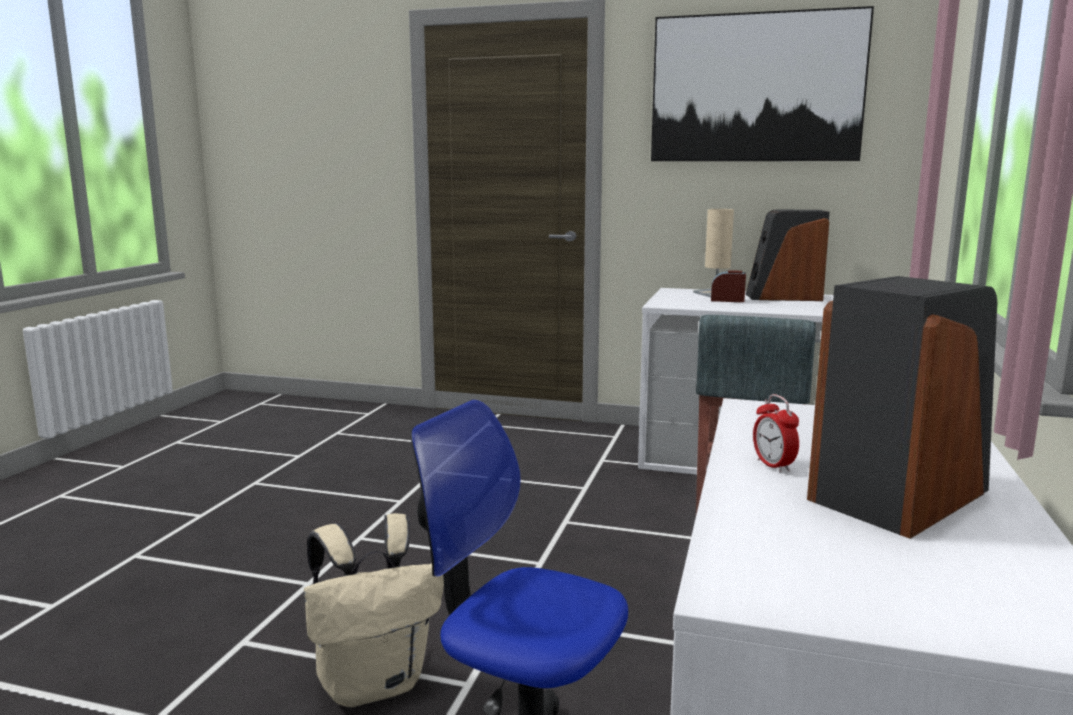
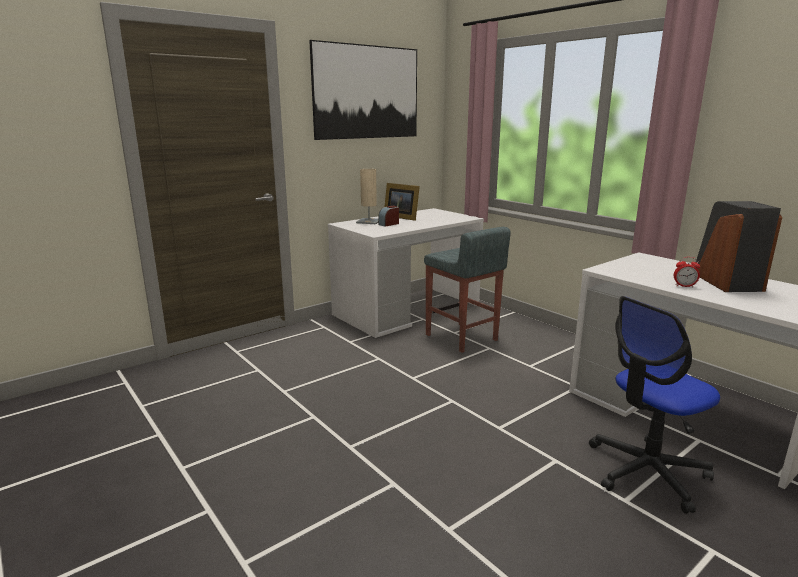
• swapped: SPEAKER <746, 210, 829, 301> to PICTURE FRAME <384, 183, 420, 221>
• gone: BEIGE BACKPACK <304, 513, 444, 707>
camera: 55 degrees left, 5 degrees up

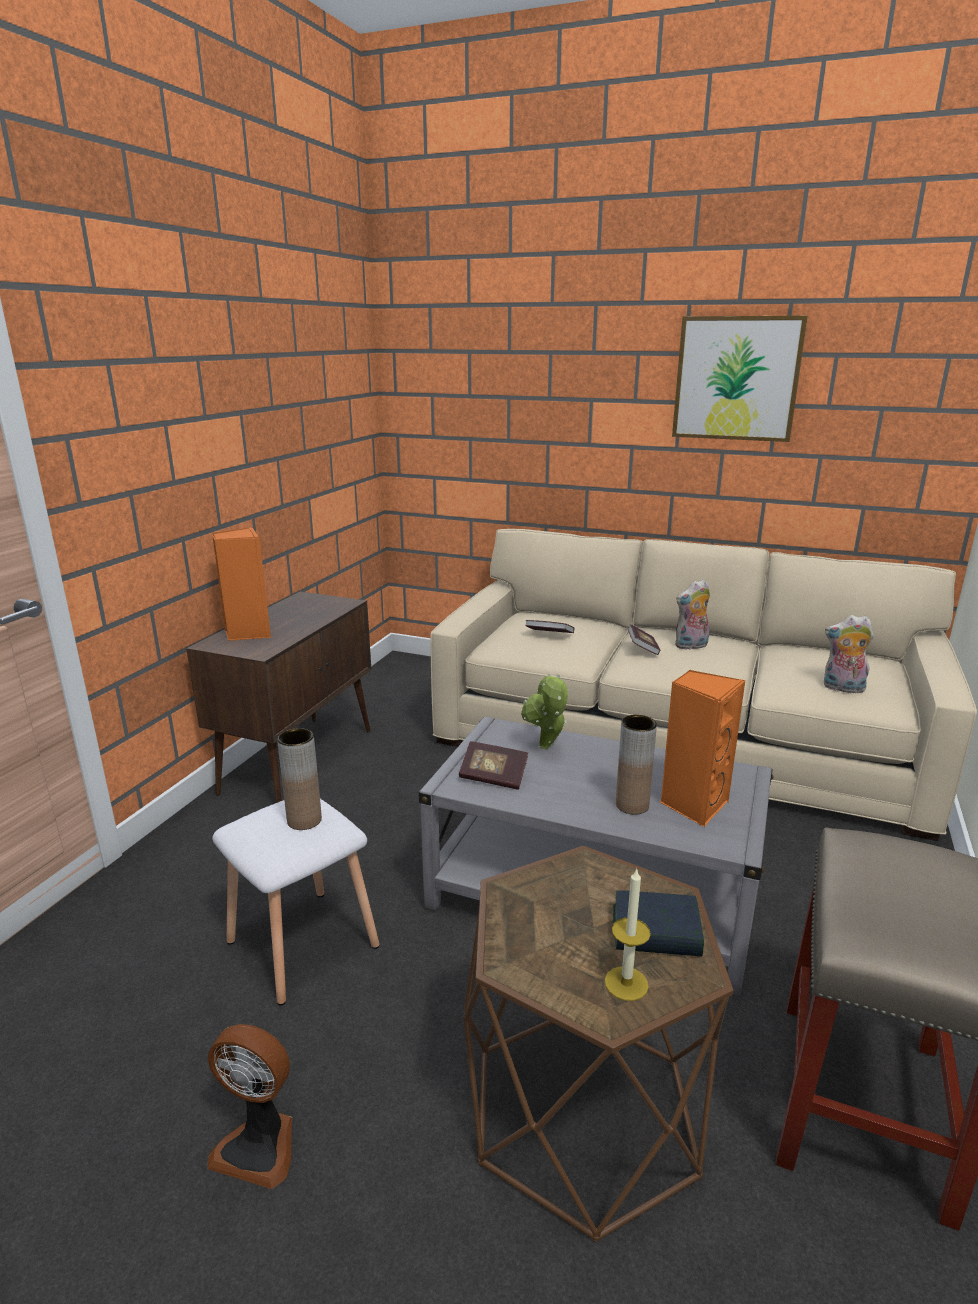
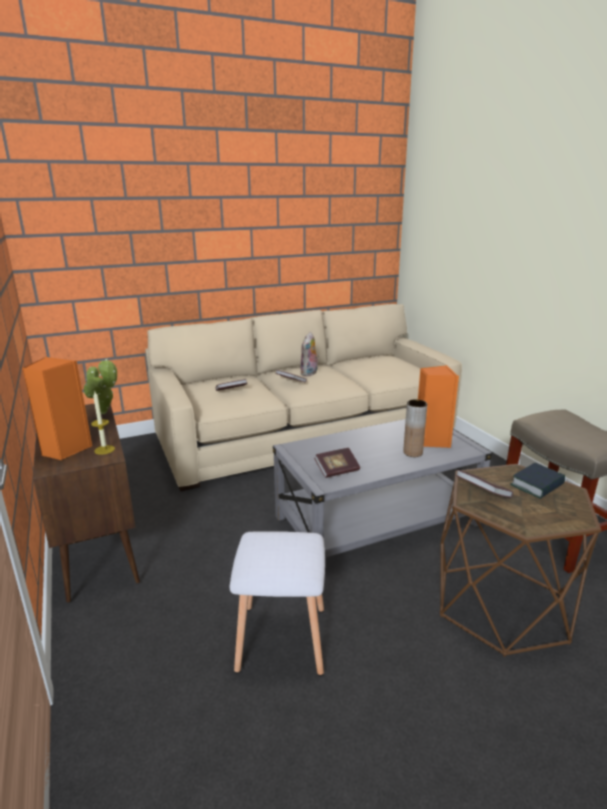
• shifted: POTTED PLANT <521, 674, 569, 749> to <84, 359, 117, 414>
• shifted: CANDLE <605, 867, 651, 1001> to <91, 392, 115, 455>
• new: BOOK <456, 470, 513, 498>
• gone: FAN <208, 1024, 292, 1189>
• gone: BROWN VASE <277, 728, 322, 830>
• gone: PICTURE <672, 316, 808, 442>
• gone: PLUSH TOY <824, 615, 874, 695>
camera: 45 degrees left, 0 degrees up

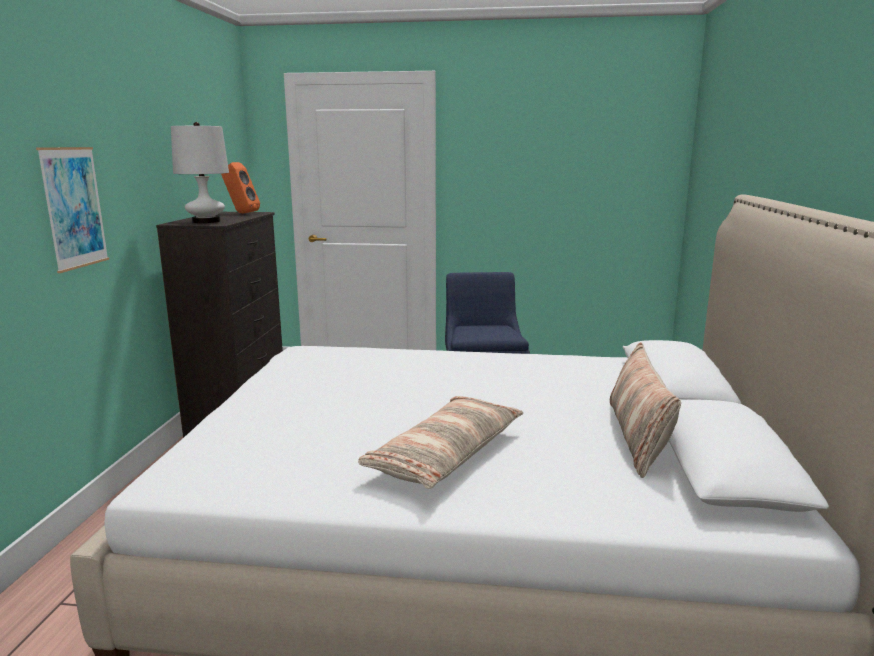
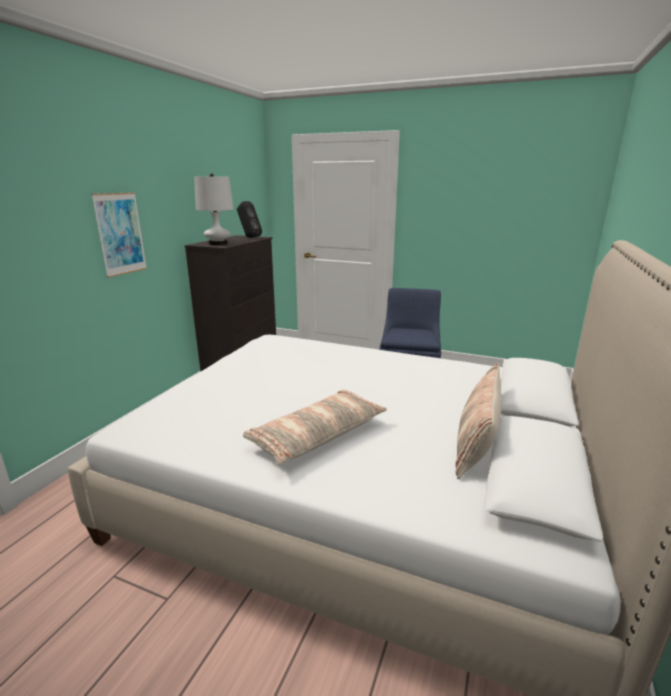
• repainted: ORANGE SPEAKER <221, 162, 260, 213> to BLACK SPEAKER <237, 201, 262, 238>
camera: 15 degrees right, 5 degrees up

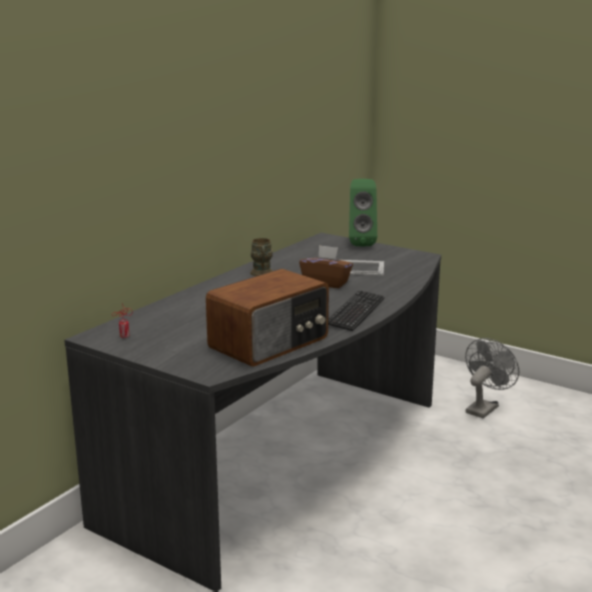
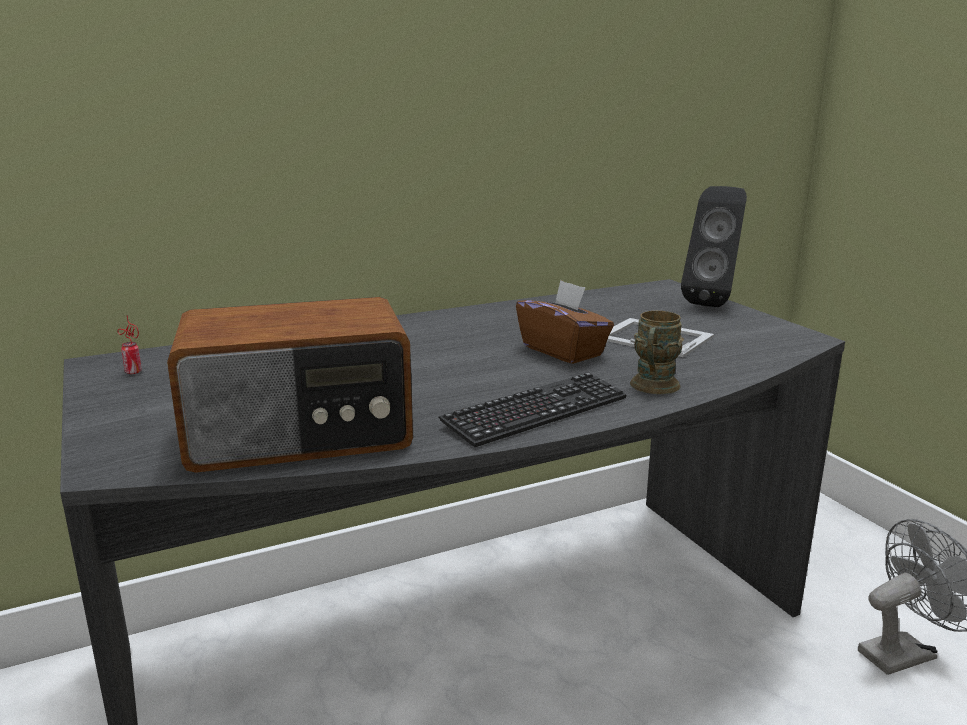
• shifted: BROWN MUG <250, 238, 273, 276> to <630, 311, 684, 394>
• repainted: GREEN SPEAKER <349, 179, 377, 246> to BLACK SPEAKER <681, 186, 747, 307>
camera: 30 degrees right, 0 degrees up

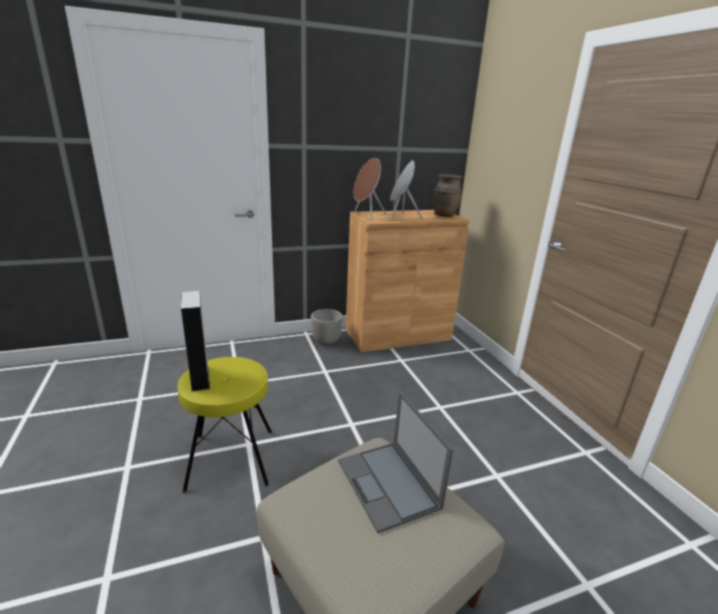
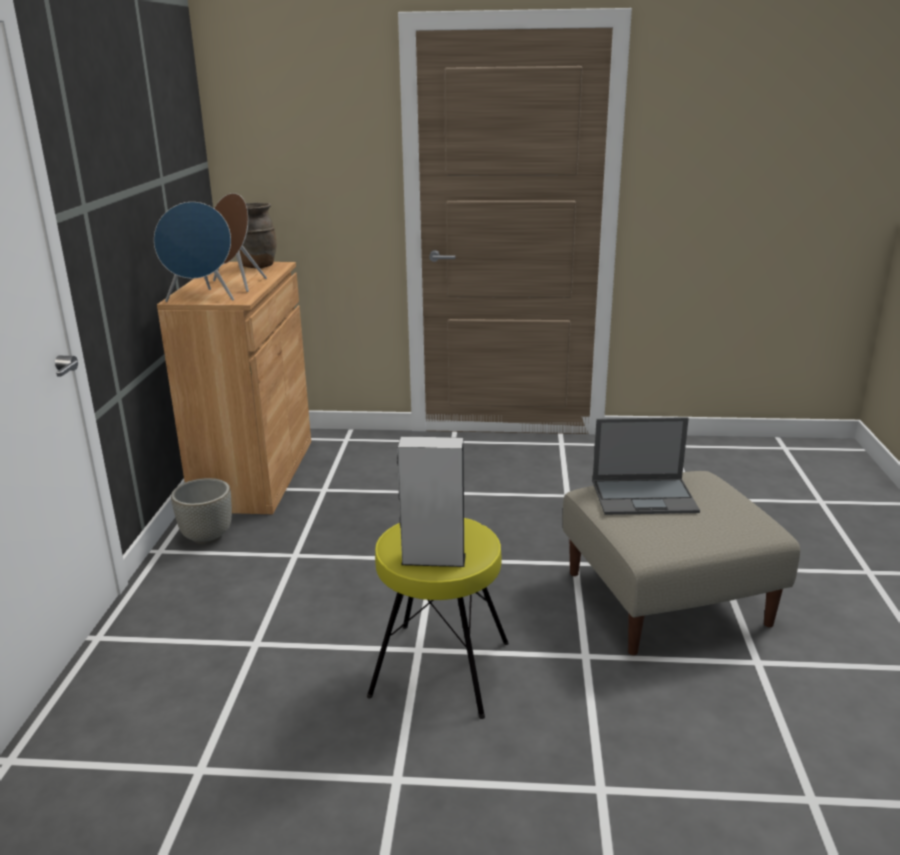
• repainted: BROWN SPEAKER <353, 158, 386, 220> to BLUE SPEAKER <154, 202, 234, 302>
camera: 65 degrees left, 0 degrees up

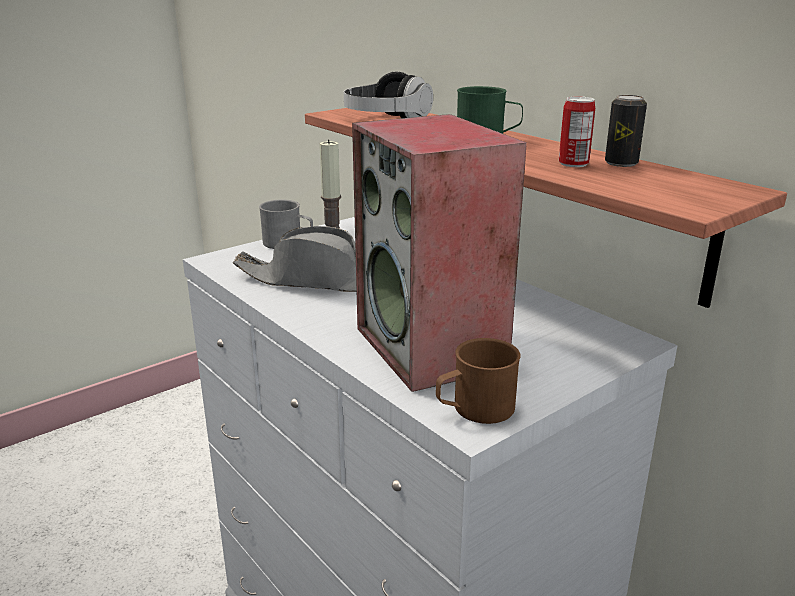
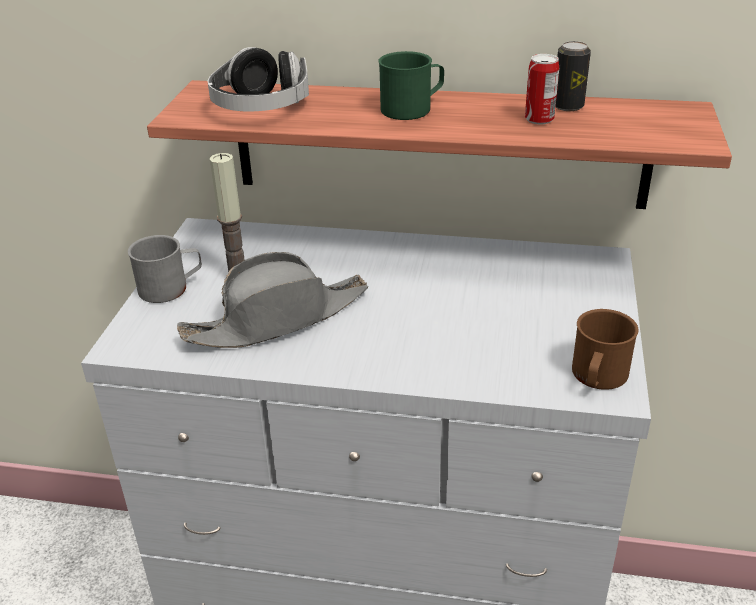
• gone: SPEAKER <352, 114, 527, 392>
camera: 40 degrees left, 10 degrees up

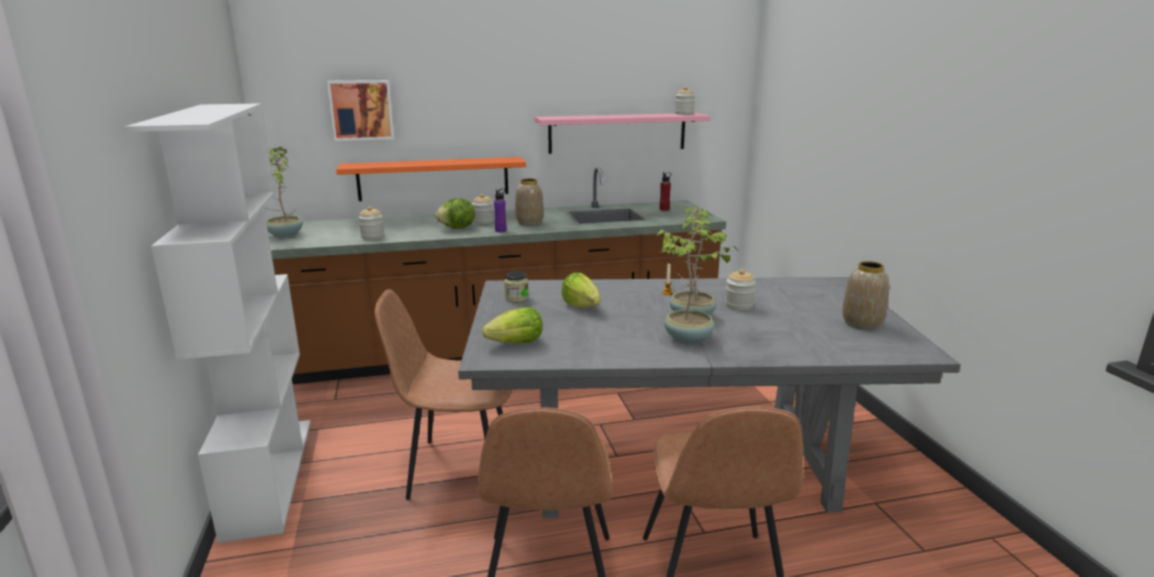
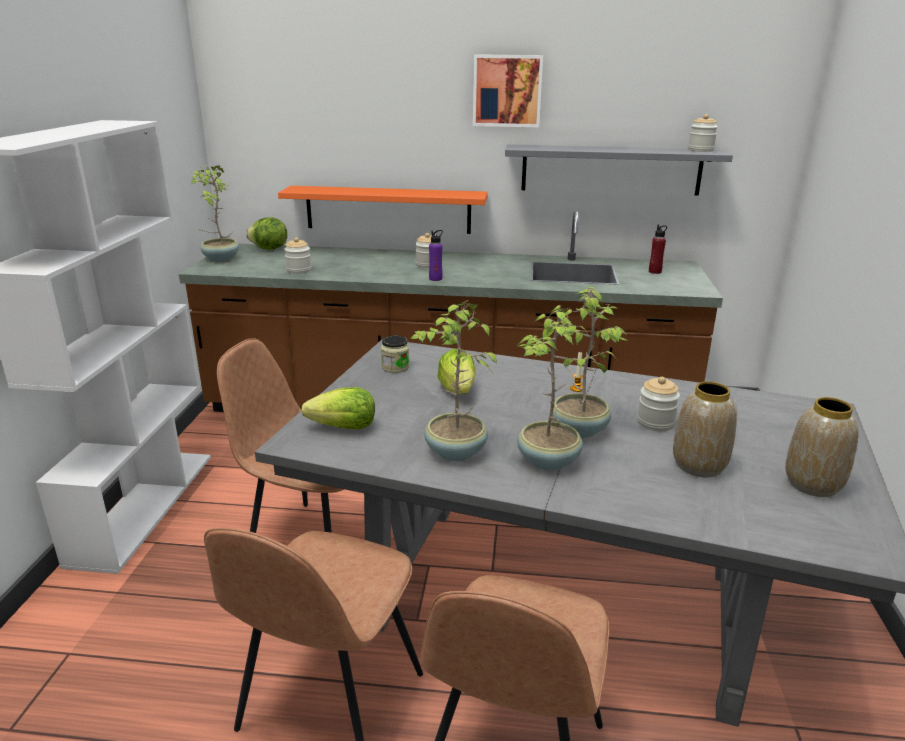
• shifted: LETTUCE <435, 198, 475, 229> to <246, 217, 287, 250>
• new: POTTED PLANT <410, 300, 497, 461>
• shifted: PICTURE <327, 80, 394, 141> to <473, 54, 543, 127>
• repainted: PINK SHELF <534, 113, 711, 154> to GREY SHELF <505, 144, 733, 196>
• shifted: VASE <515, 178, 544, 226> to <673, 381, 737, 477>
camera: 20 degrees right, 5 degrees up

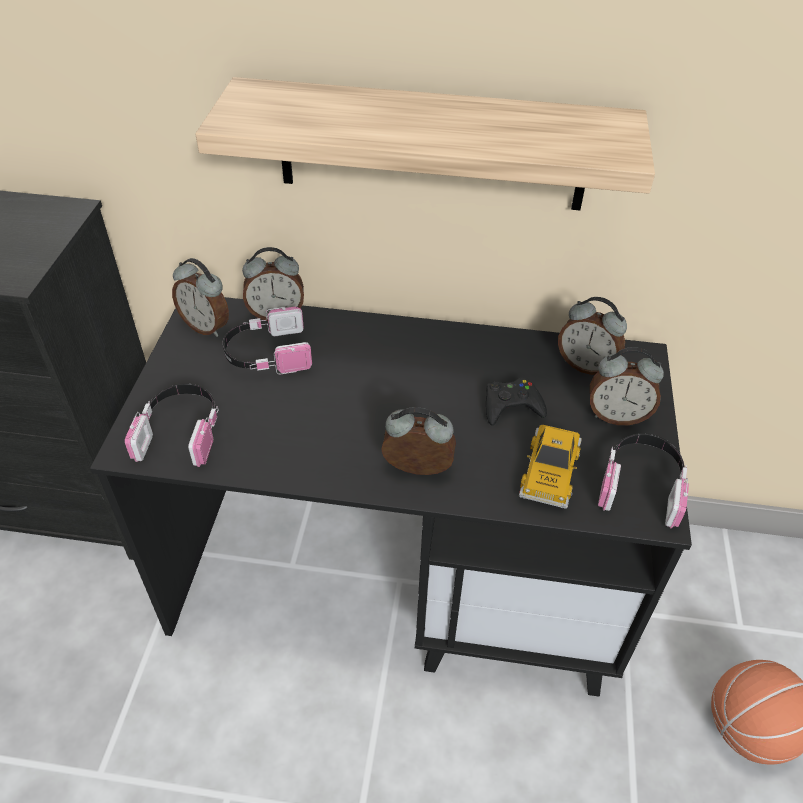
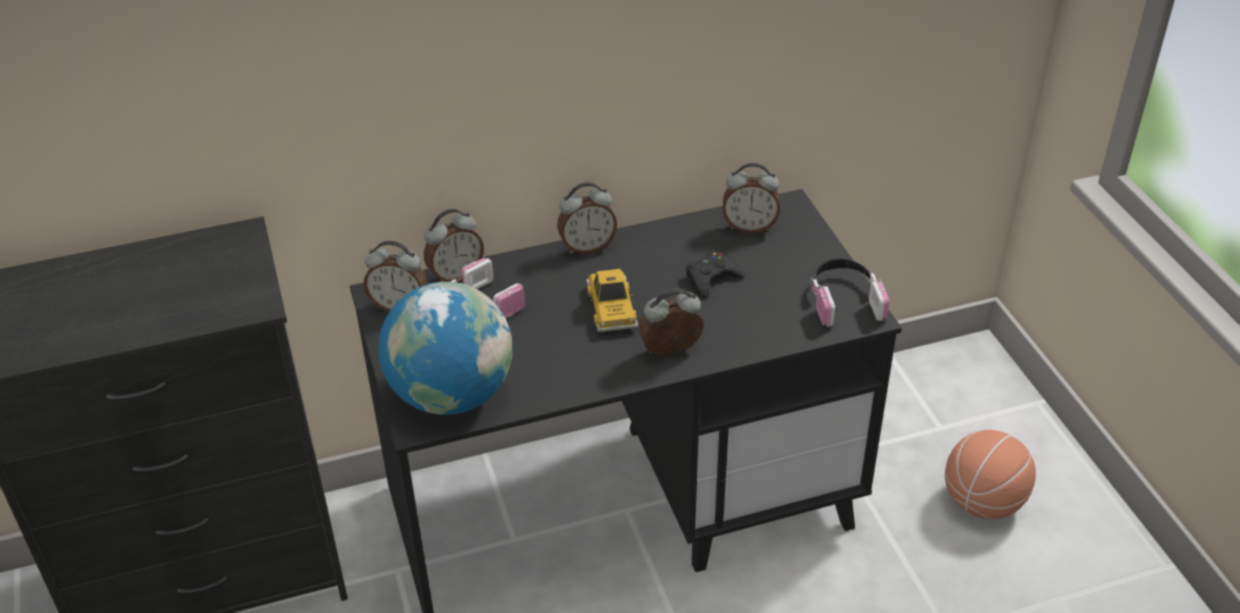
• swapped: HEADPHONES <125, 383, 219, 467> to GLOBE <378, 282, 512, 415>
• shifted: ALARM CLOCK <590, 347, 664, 425> to <557, 182, 617, 254>
• shifted: TOY CAR <519, 424, 582, 509> to <586, 269, 638, 332>
• gone: SHELF <195, 77, 655, 210>
camera: 25 degrees left, 5 degrees down

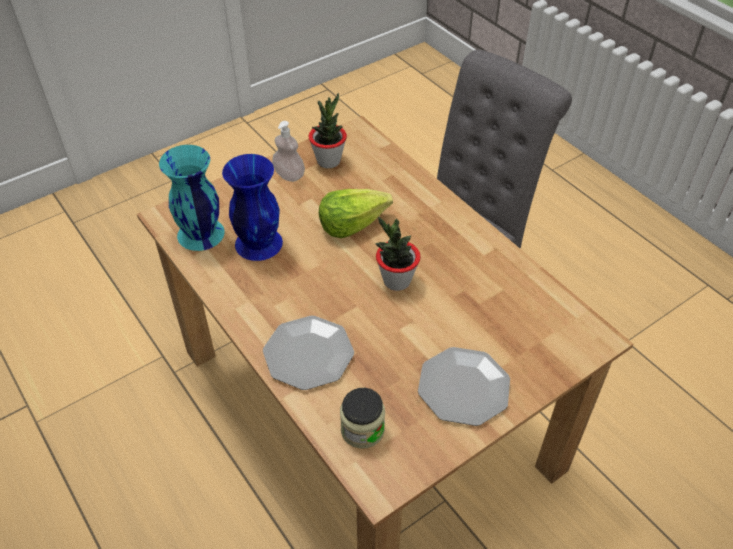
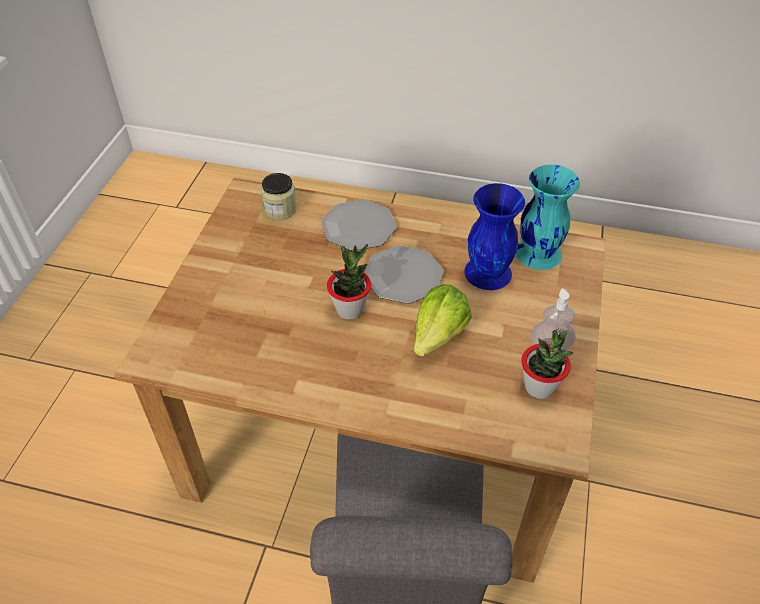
• shifted: PLATE <418, 347, 510, 426> to <364, 245, 444, 304>
camera: 140 degrees right, 0 degrees up

